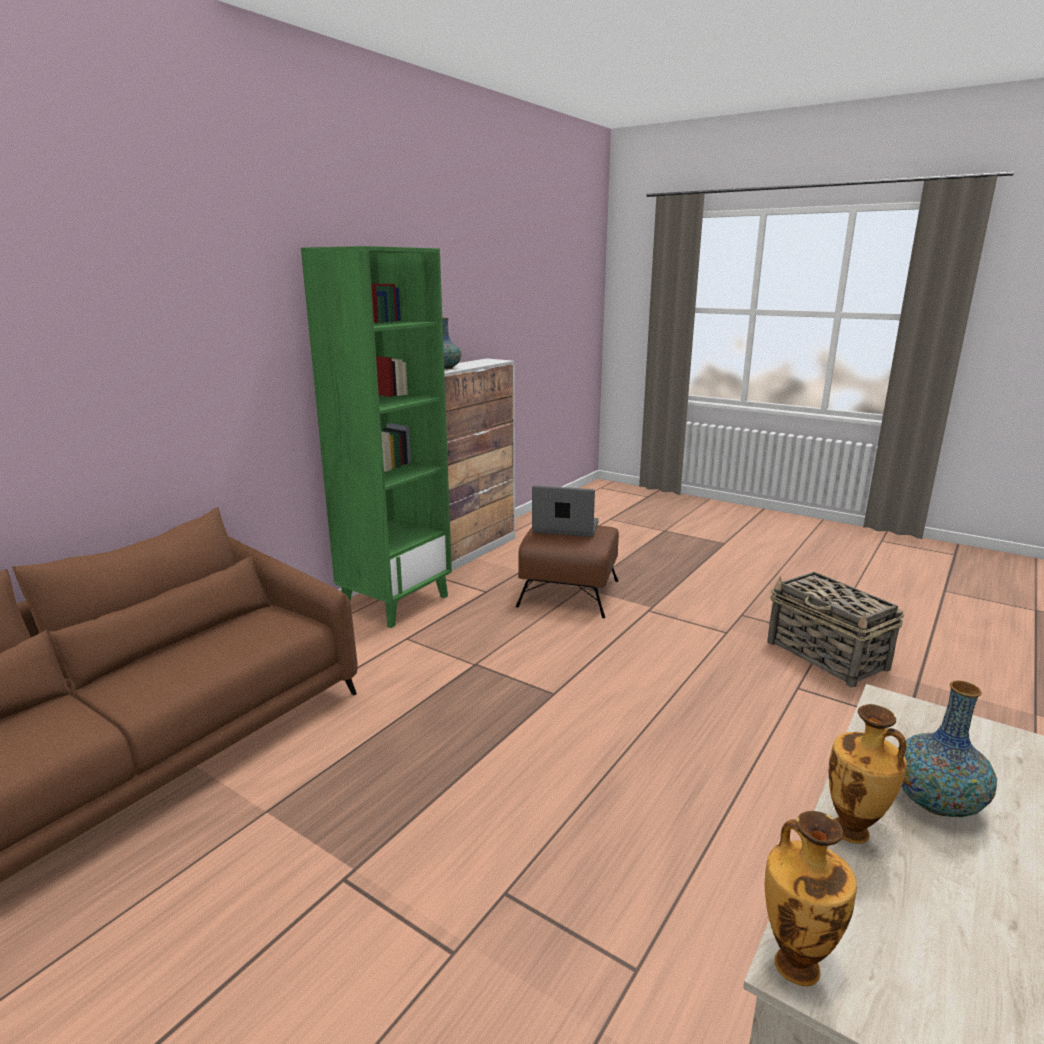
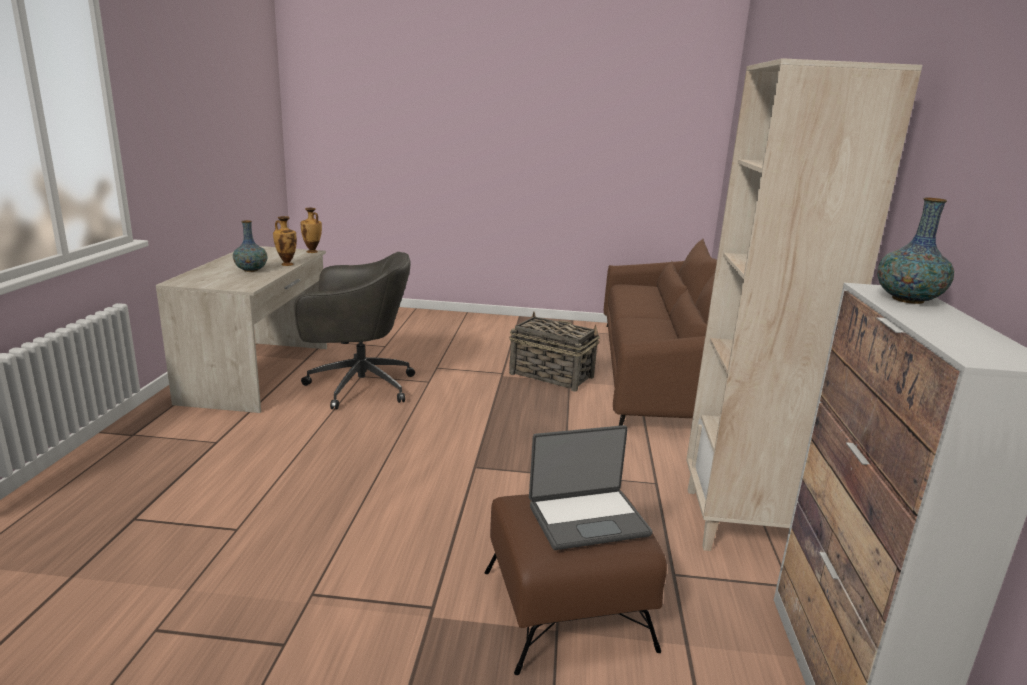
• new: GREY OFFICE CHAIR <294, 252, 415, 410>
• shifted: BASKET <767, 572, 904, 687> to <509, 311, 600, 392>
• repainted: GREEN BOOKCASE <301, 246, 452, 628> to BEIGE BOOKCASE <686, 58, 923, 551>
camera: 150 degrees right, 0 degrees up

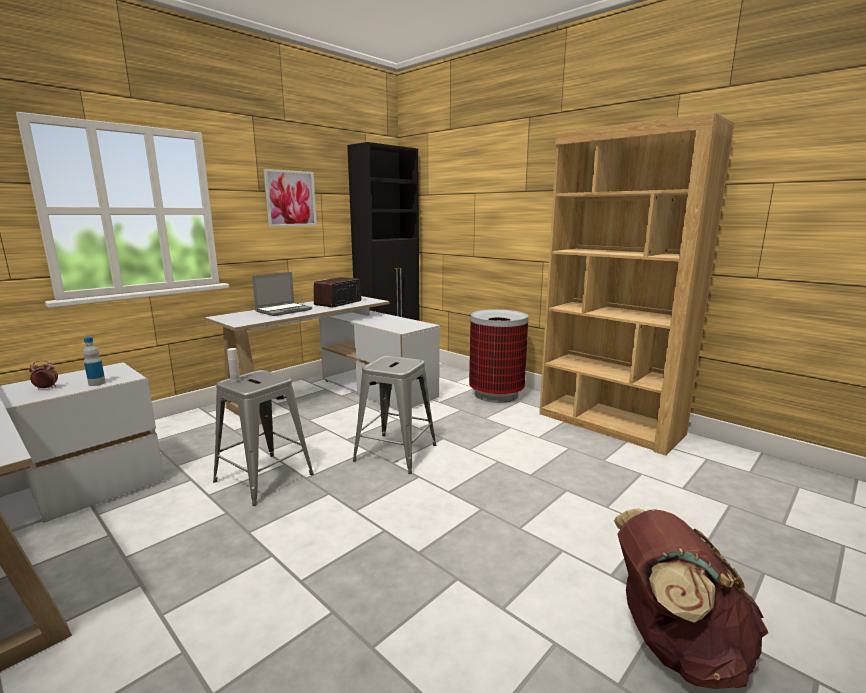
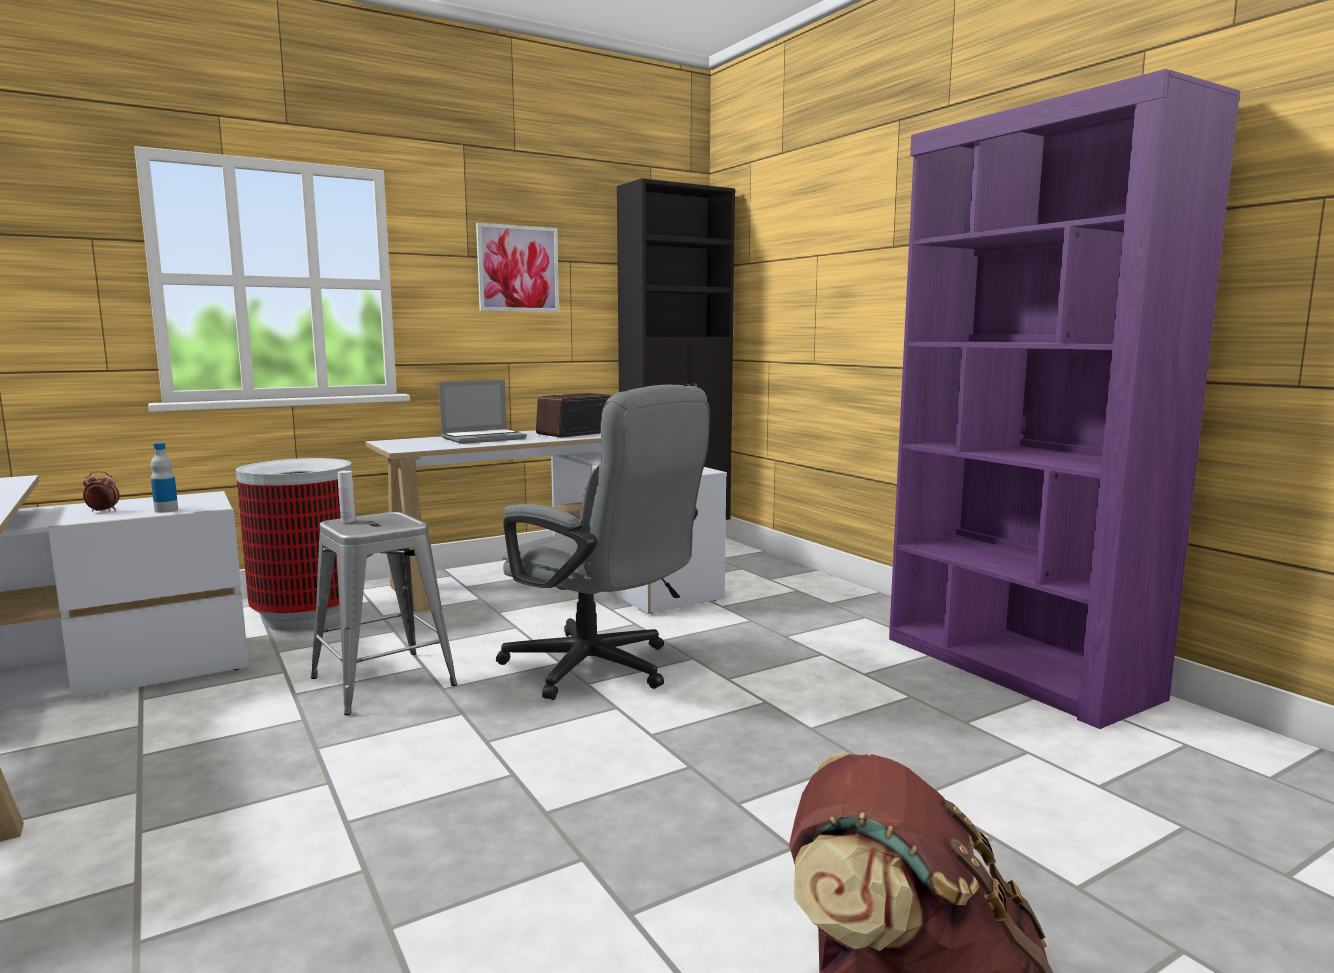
• shifted: TRASH CAN <469, 309, 528, 403> to <236, 458, 352, 631>
• swapped: GREY STOOL <353, 356, 436, 474> to GREY OFFICE CHAIR <496, 385, 710, 700>
• repainted: BROWN BOOKCASE <539, 113, 735, 455> to PURPLE BOOKCASE <889, 69, 1240, 729>
camera: 15 degrees right, 5 degrees down

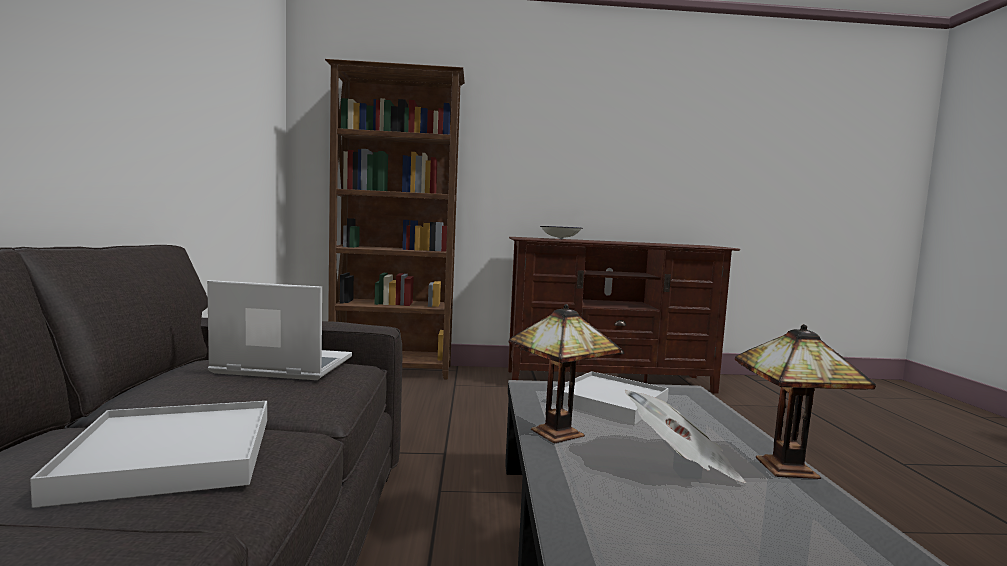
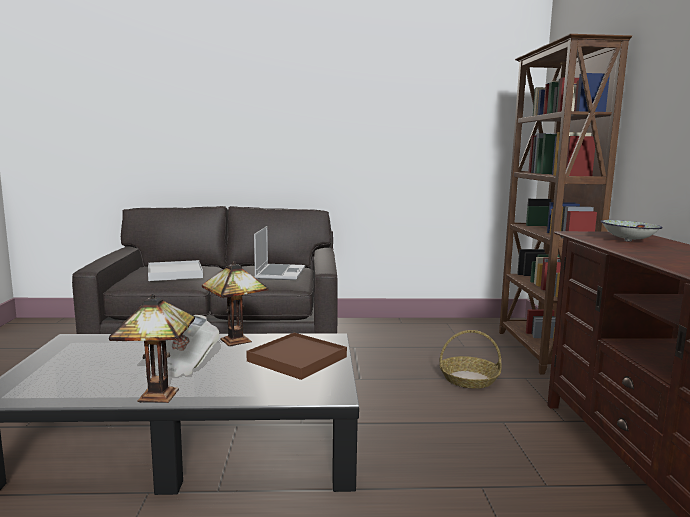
• repainted: WHITE TRAY <552, 371, 669, 425> to BROWN TRAY <246, 332, 347, 380>
• new: BASKET <439, 330, 502, 389>
camera: 90 degrees right, 5 degrees up

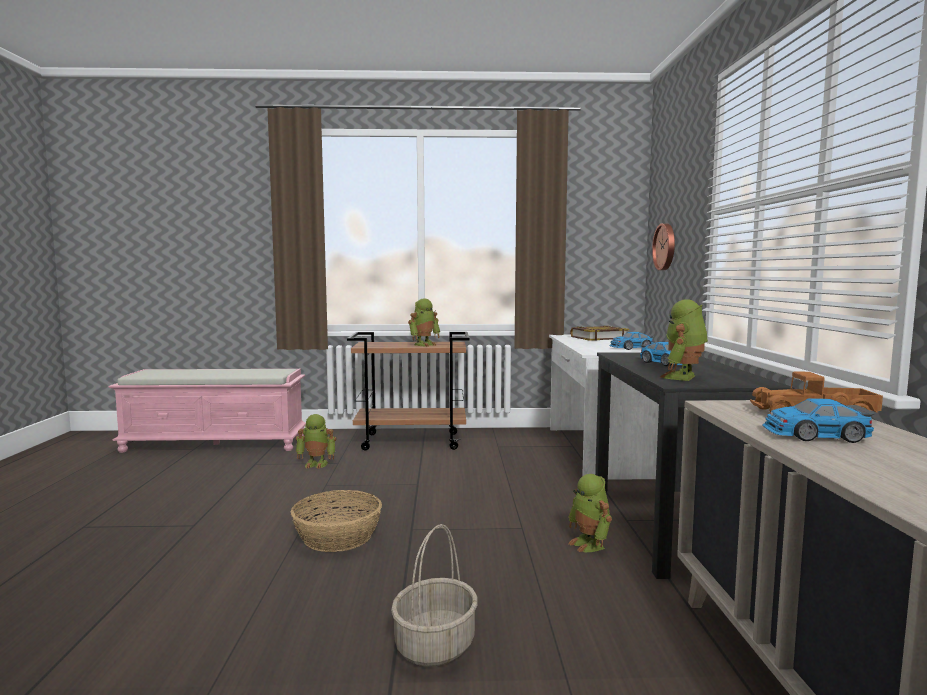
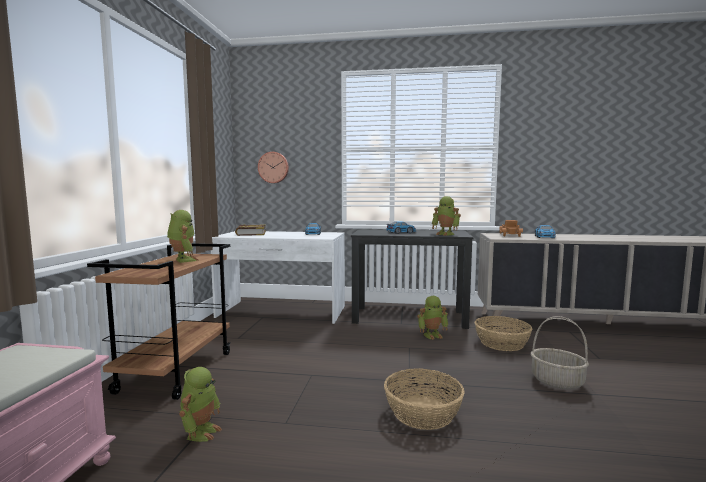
• new: BASKET <475, 316, 532, 351>
camera: 80 degrees left, 0 degrees up

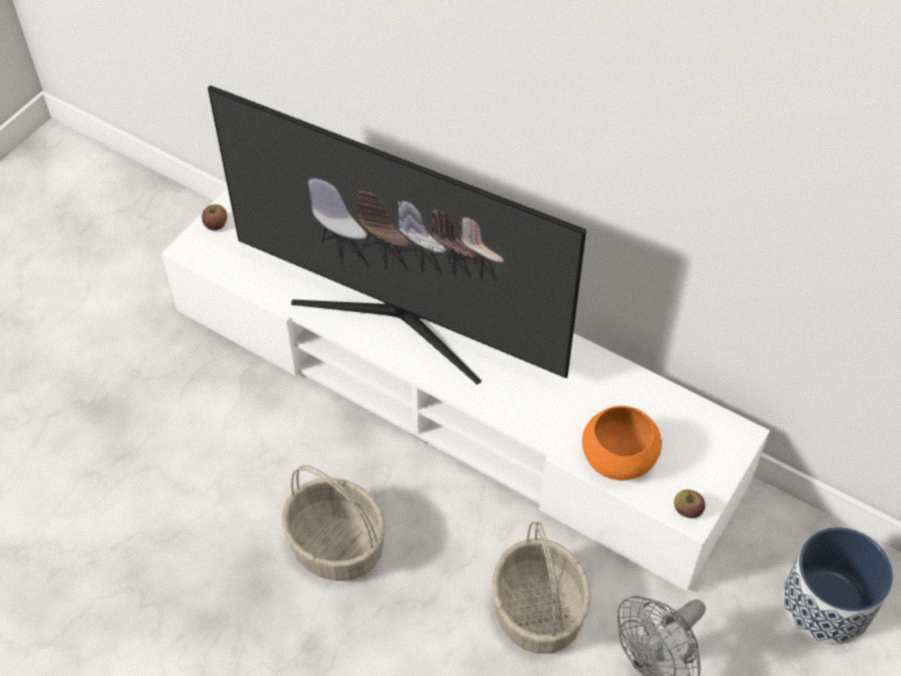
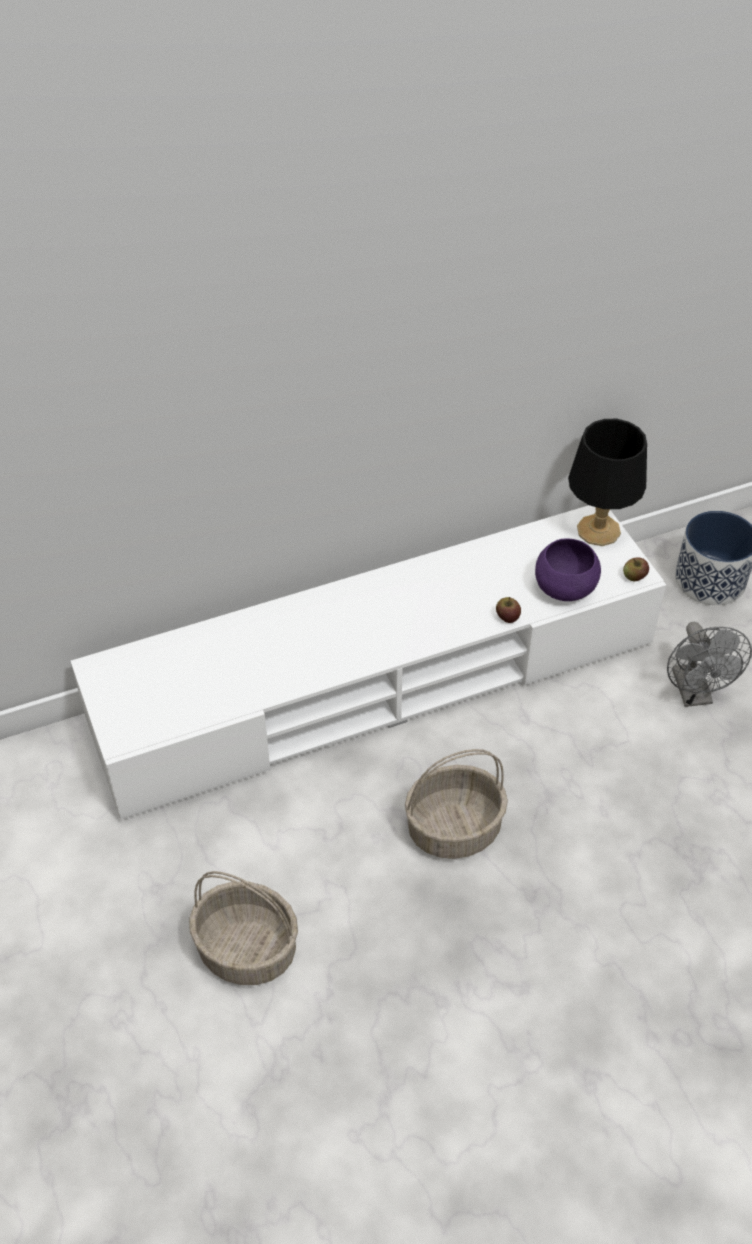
• shifted: BASKET <492, 521, 591, 654> to <189, 871, 298, 985>
• shifted: APPLE <202, 204, 227, 231> to <496, 597, 521, 623>
• repainted: ORANGE BOWL <582, 406, 662, 480> to PURPLE BOWL <535, 538, 601, 601>
• new: BLACK TABLE LAMP <568, 419, 647, 546>
• gone: TELEVISION <208, 86, 586, 385>
camera: 55 degrees left, 5 degrees down

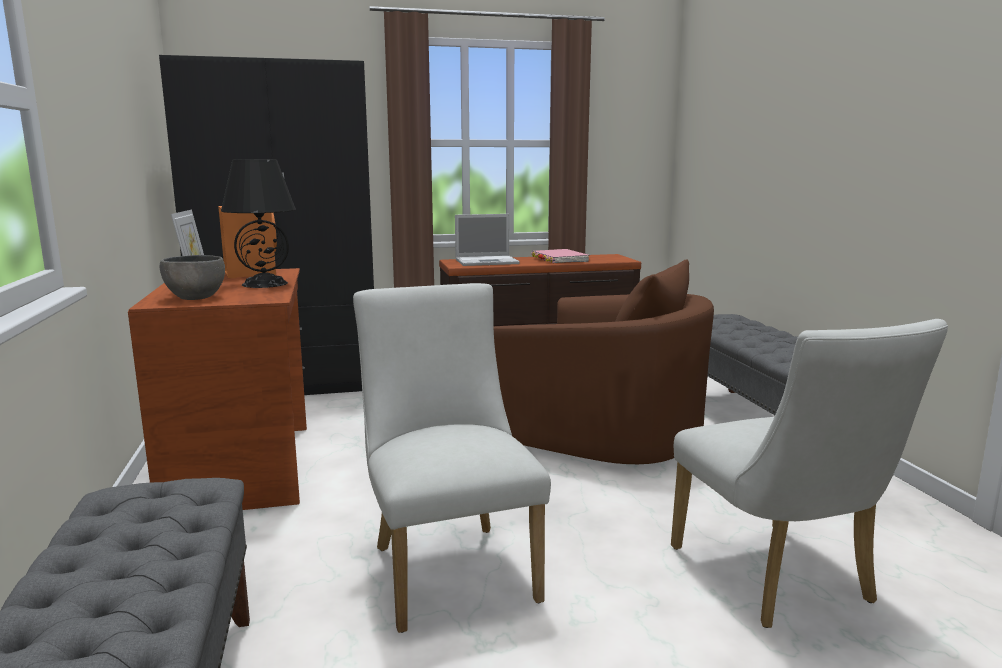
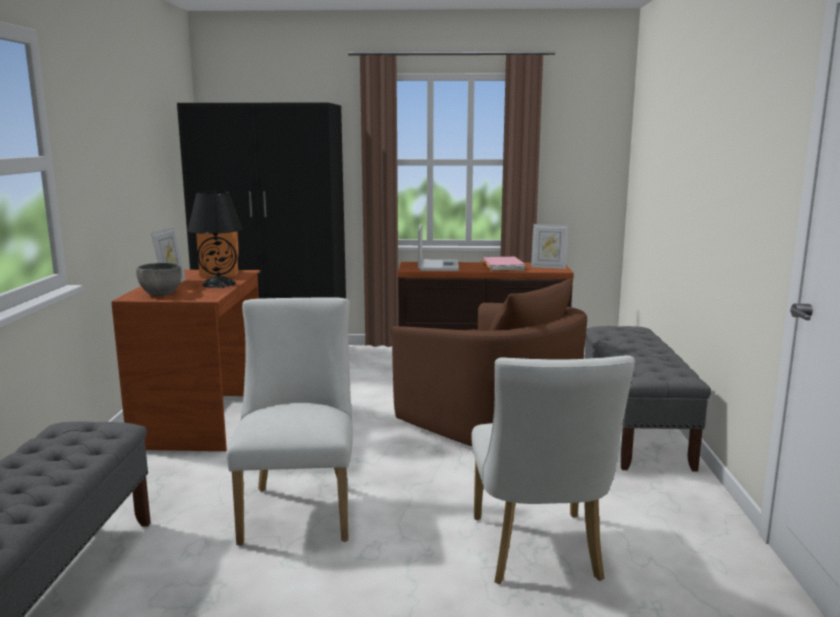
• rotated: LAPTOP <455, 214, 520, 266> = <418, 224, 459, 271> 90 degrees counterclockwise
• new: PICTURE FRAME <531, 224, 568, 269>
camera: 15 degrees right, 0 degrees up

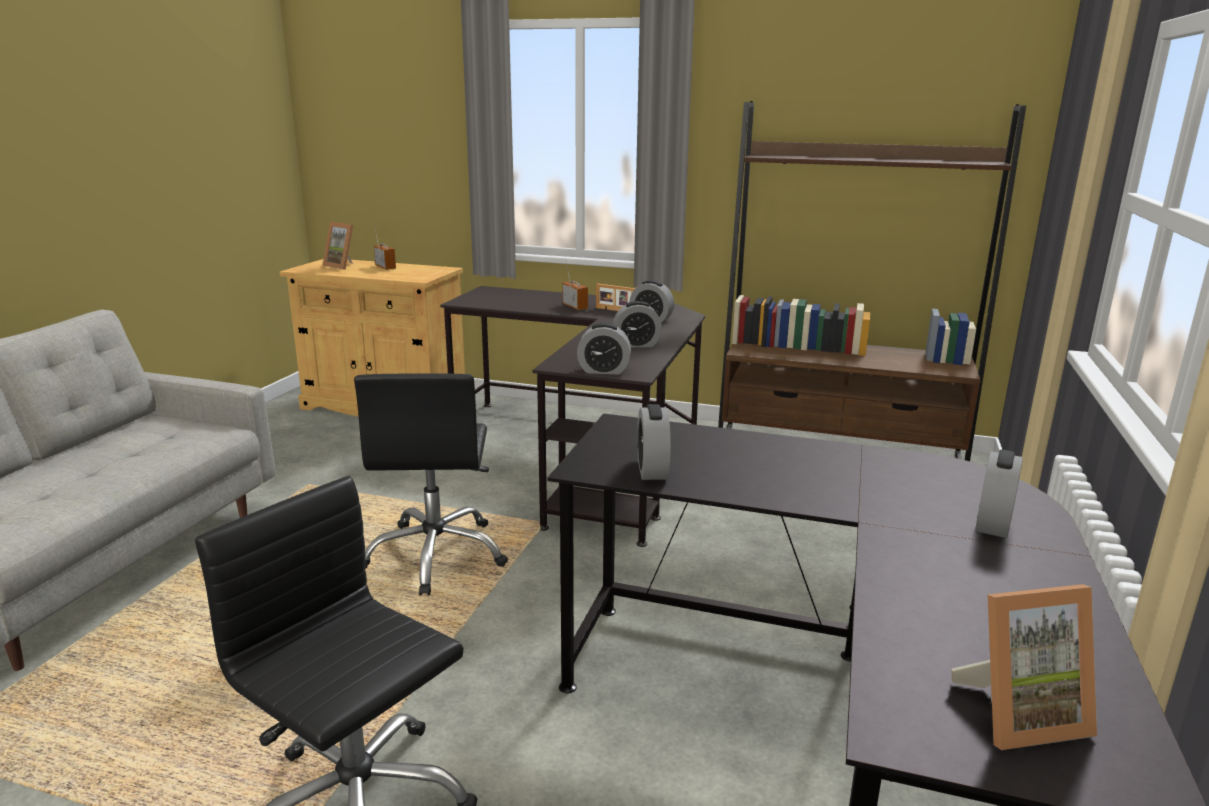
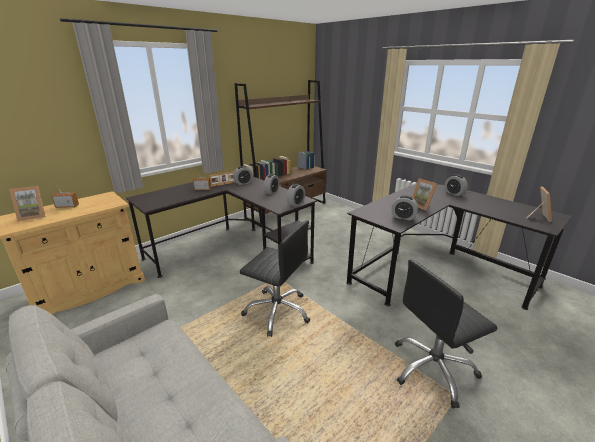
• new: PICTURE FRAME <412, 178, 437, 211>
camera: 60 degrees left, 5 degrees up

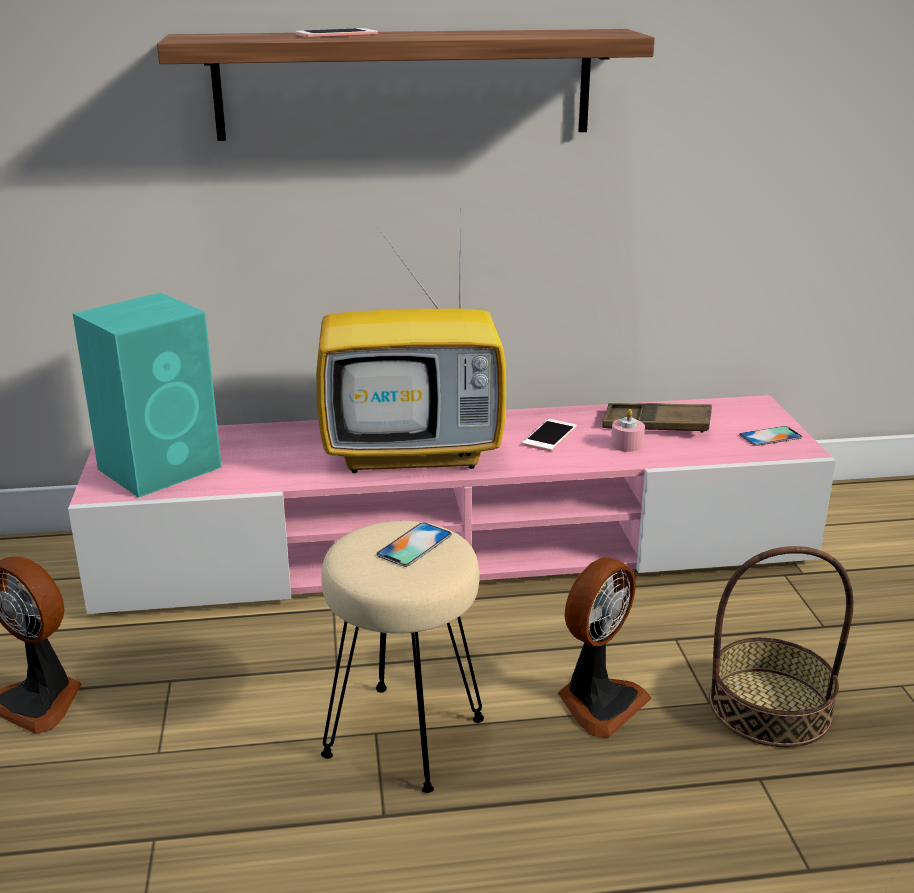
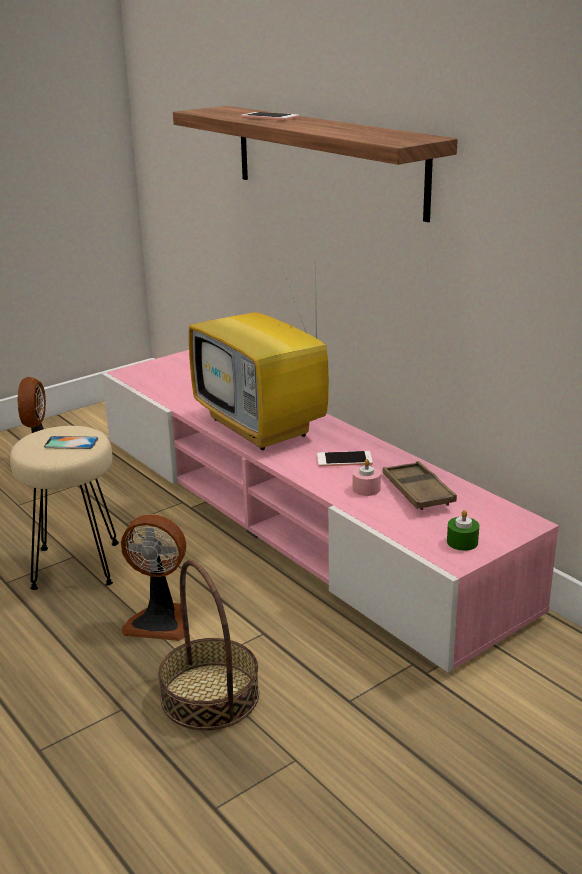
• swapped: PHONE <739, 426, 802, 446> to GREEN CANDLE <447, 510, 479, 551>
• gone: TURQUOISE SPEAKER <72, 293, 222, 498>
camera: 60 degrees right, 0 degrees up

